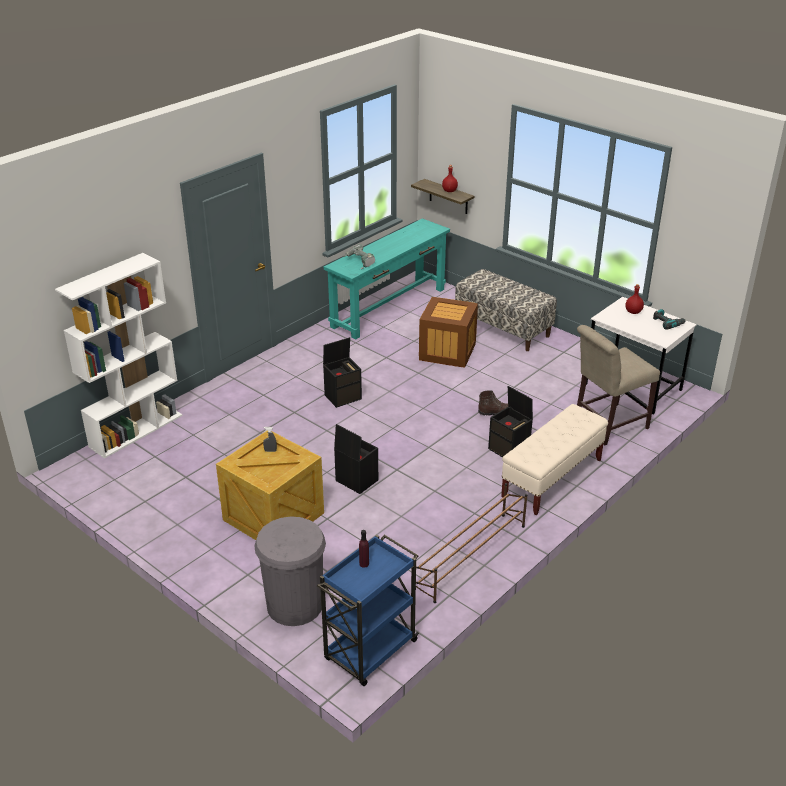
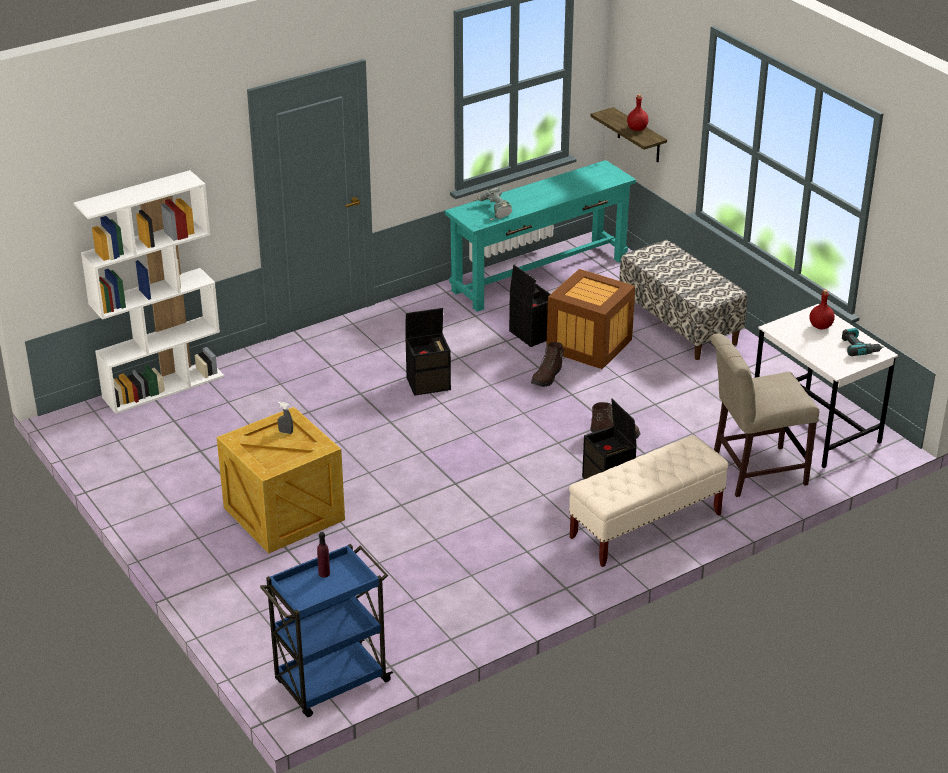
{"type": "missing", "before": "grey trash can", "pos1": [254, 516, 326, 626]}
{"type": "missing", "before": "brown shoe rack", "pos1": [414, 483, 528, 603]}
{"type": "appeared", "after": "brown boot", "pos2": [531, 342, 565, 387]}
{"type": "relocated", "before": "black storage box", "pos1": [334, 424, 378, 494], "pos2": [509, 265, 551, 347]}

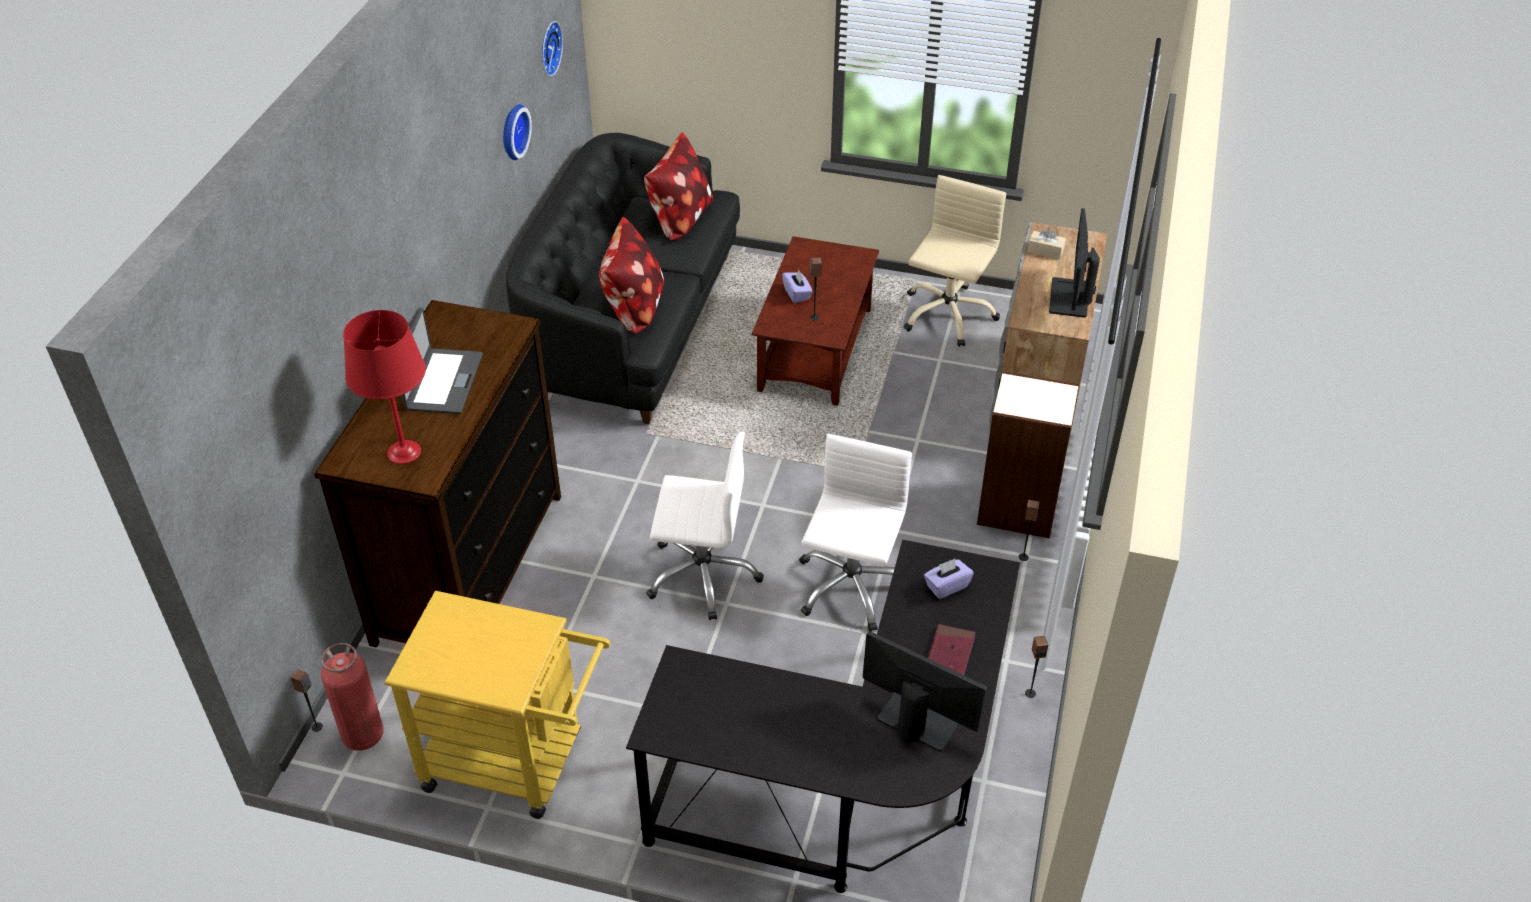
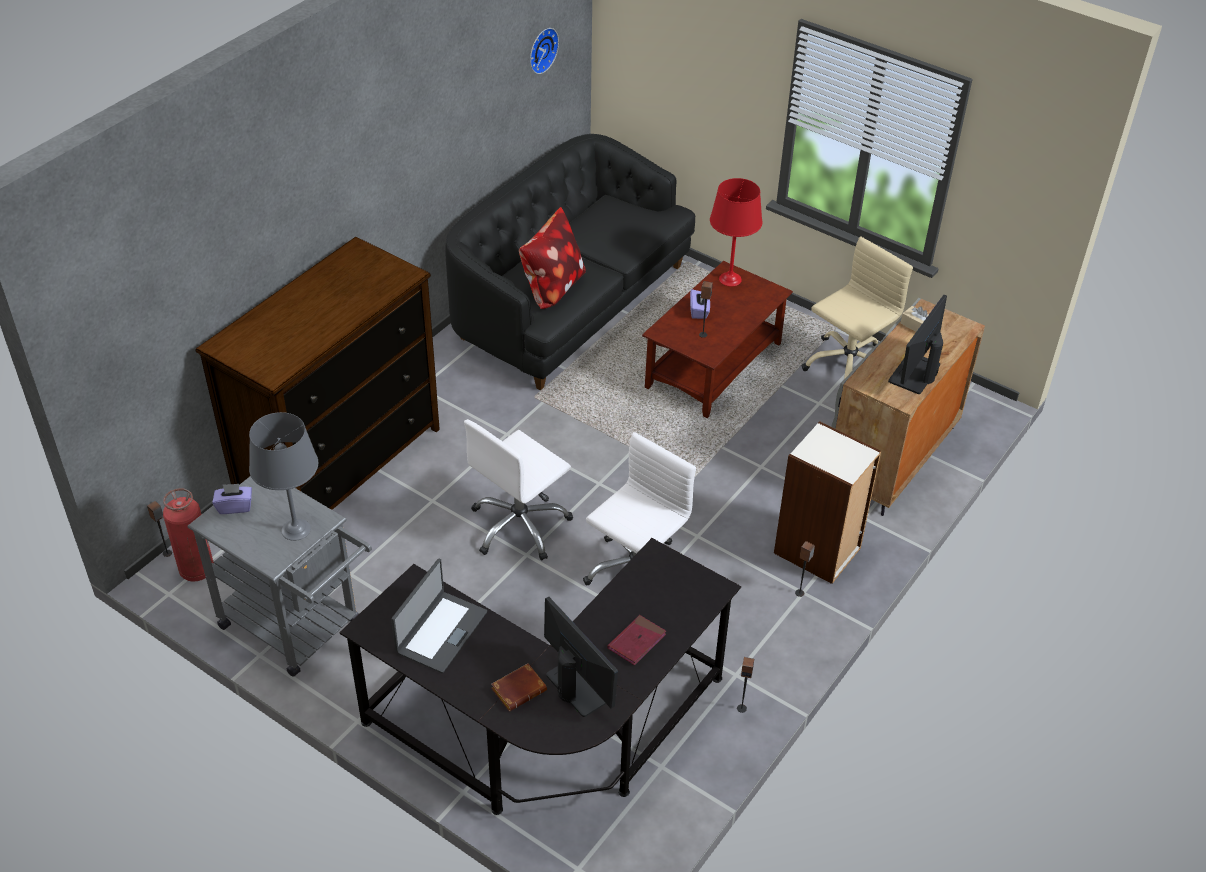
{"type": "missing", "before": "wall clock", "pos1": [503, 104, 532, 160]}
{"type": "missing", "before": "pillow", "pos1": [644, 132, 713, 240]}
{"type": "appeared", "after": "grey table lamp", "pos2": [249, 412, 318, 541]}
{"type": "appeared", "after": "brown book", "pos2": [491, 663, 547, 711]}
{"type": "relocated", "before": "red table lamp", "pos1": [343, 310, 426, 464], "pos2": [710, 178, 762, 287]}
{"type": "relocated", "before": "laptop", "pos1": [401, 308, 483, 414], "pos2": [391, 559, 487, 673]}
{"type": "relocated", "before": "purple tissue box", "pos1": [924, 558, 974, 599], "pos2": [212, 484, 252, 514]}
{"type": "colour", "before": "yellow cart", "after": "grey cart", "pos1": [384, 591, 610, 819], "pos2": [187, 476, 372, 677]}
{"type": "spun", "before": "white office chair", "pos1": [646, 431, 764, 620], "pos2": [464, 419, 573, 561], "turn": 105}

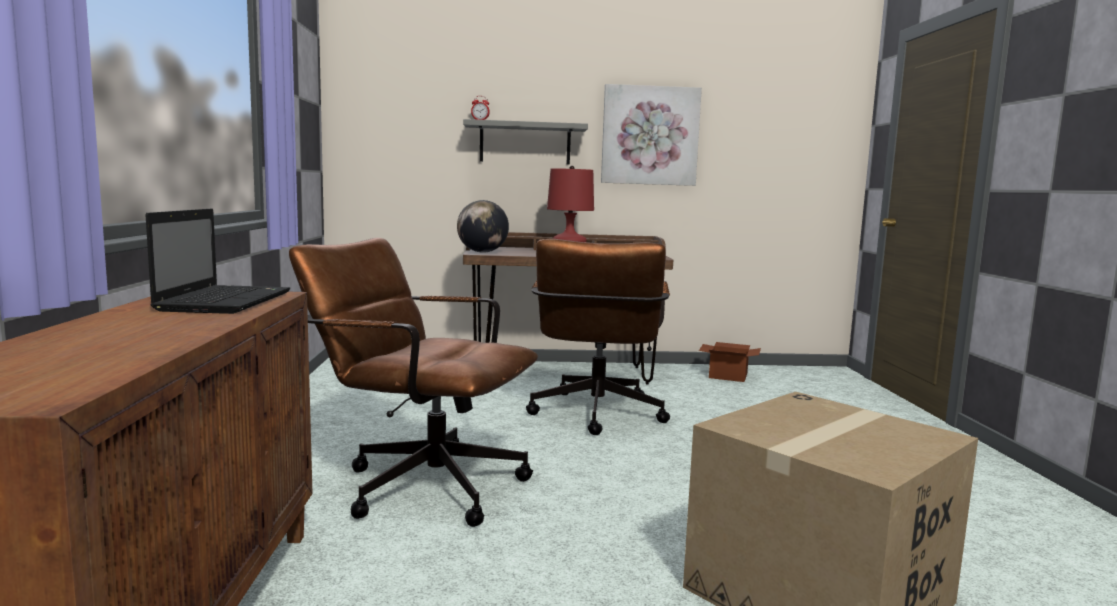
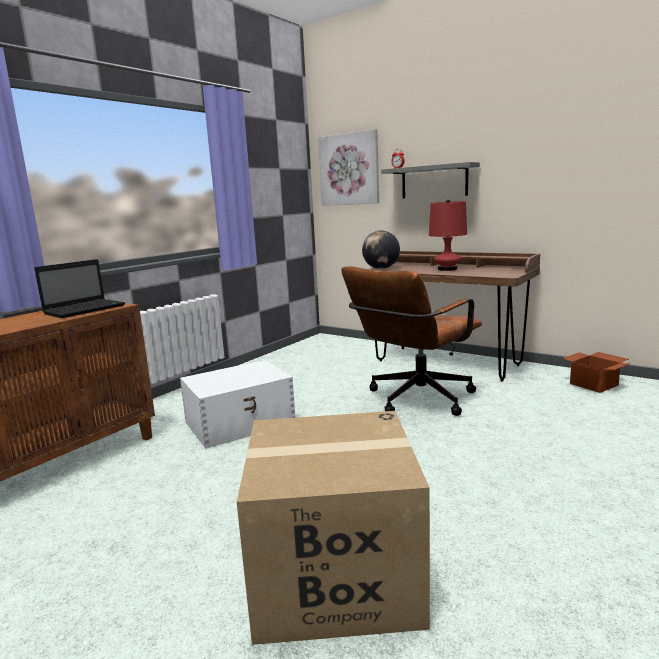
{"type": "relocated", "before": "picture", "pos1": [601, 84, 702, 186], "pos2": [318, 129, 379, 206]}
{"type": "exchanged", "before": "brown office chair", "after": "white storage box", "pos1": [289, 238, 538, 527], "pos2": [180, 360, 295, 449]}

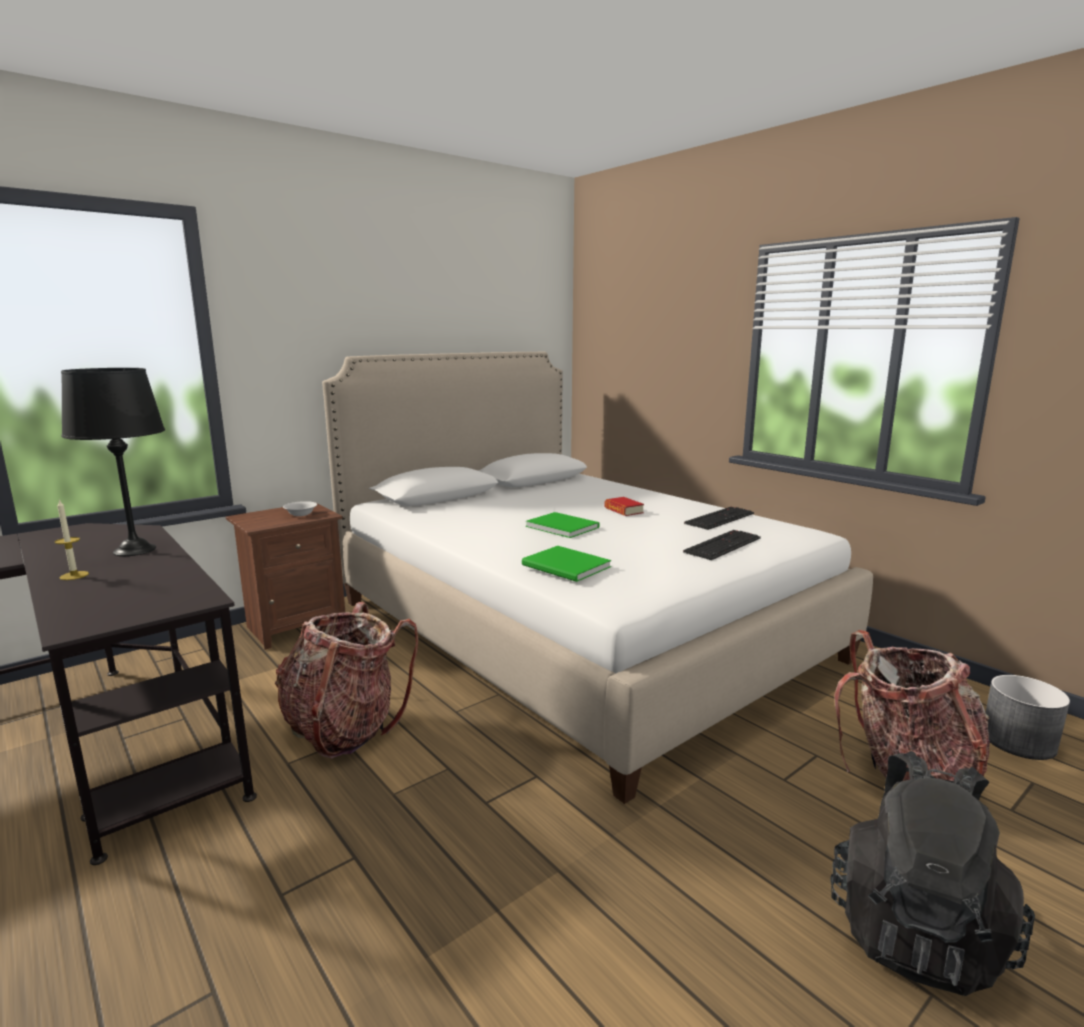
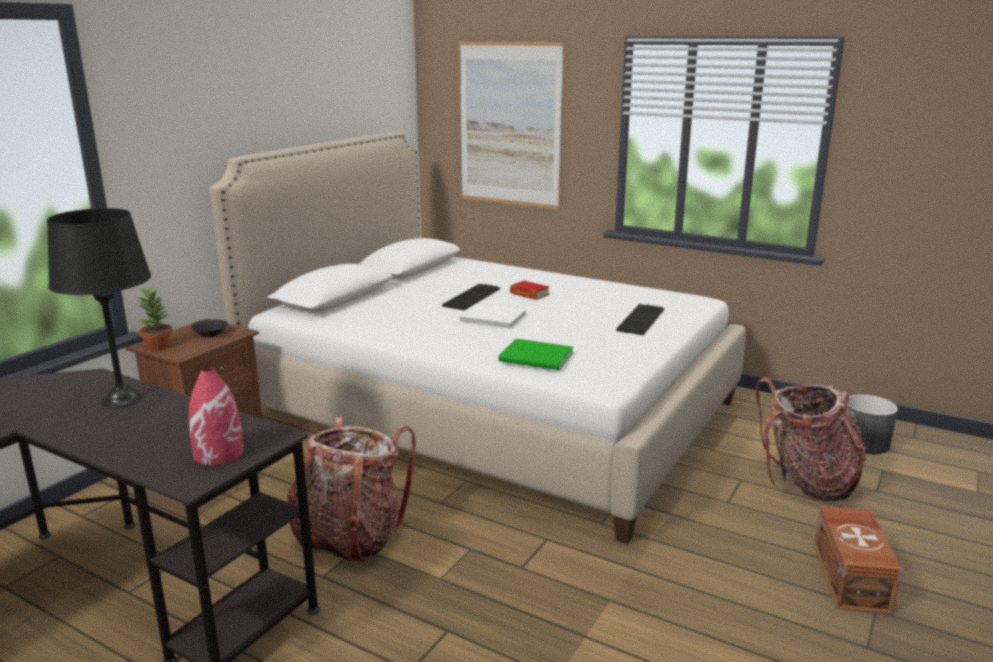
{"type": "missing", "before": "candle", "pos1": [55, 499, 89, 580]}
{"type": "appeared", "after": "potted plant", "pos2": [137, 286, 172, 351]}
{"type": "appeared", "after": "red vase", "pos2": [189, 367, 244, 465]}
{"type": "appeared", "after": "picture", "pos2": [459, 41, 564, 209]}
{"type": "relocated", "before": "keyboard", "pos1": [684, 507, 754, 530], "pos2": [442, 284, 500, 310]}
{"type": "exchanged", "before": "black backpack", "after": "brown storage box", "pos1": [830, 751, 1035, 996], "pos2": [814, 505, 902, 615]}
{"type": "colour", "before": "white bowl", "after": "black bowl", "pos1": [283, 501, 317, 516], "pos2": [191, 319, 228, 337]}
{"type": "colour", "before": "green book", "after": "white book", "pos1": [526, 512, 600, 538], "pos2": [459, 304, 526, 329]}

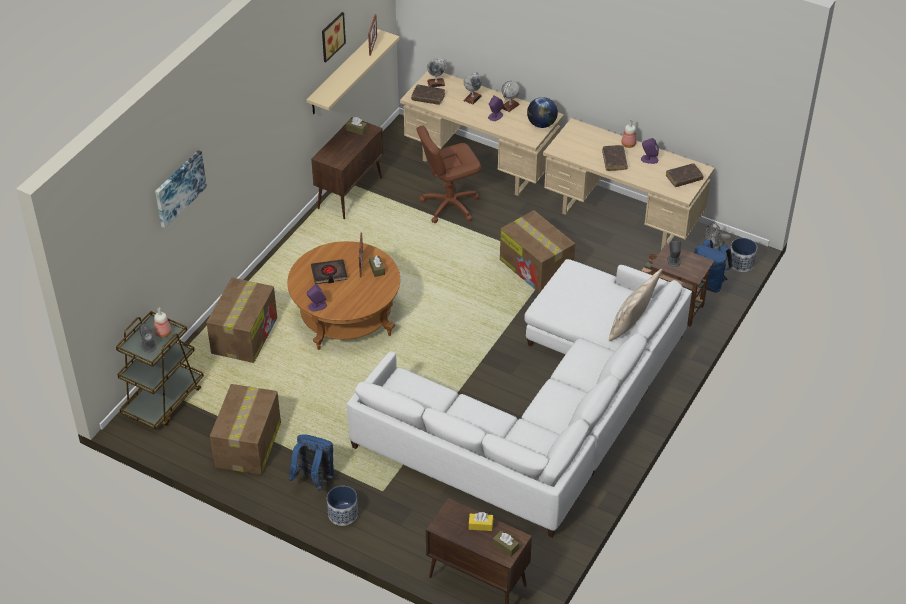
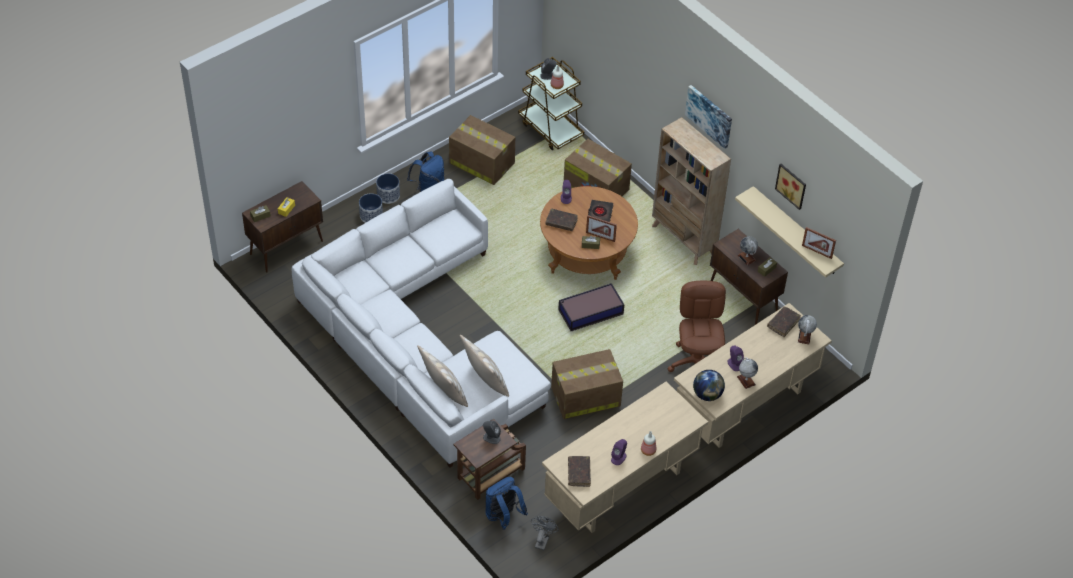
{"type": "appeared", "after": "beige pillow", "pos2": [460, 335, 509, 397]}
{"type": "appeared", "after": "storage box", "pos2": [558, 283, 624, 331]}
{"type": "appeared", "after": "beige bookcase", "pos2": [652, 117, 731, 265]}
{"type": "relocated", "before": "picture", "pos1": [155, 150, 207, 228], "pos2": [685, 85, 732, 149]}
{"type": "relocated", "before": "globe", "pos1": [463, 72, 482, 104], "pos2": [737, 236, 758, 265]}
{"type": "relocated", "before": "brown book", "pos1": [602, 145, 628, 171], "pos2": [546, 209, 578, 231]}
{"type": "relocated", "before": "planter", "pos1": [730, 238, 757, 272], "pos2": [359, 193, 383, 223]}

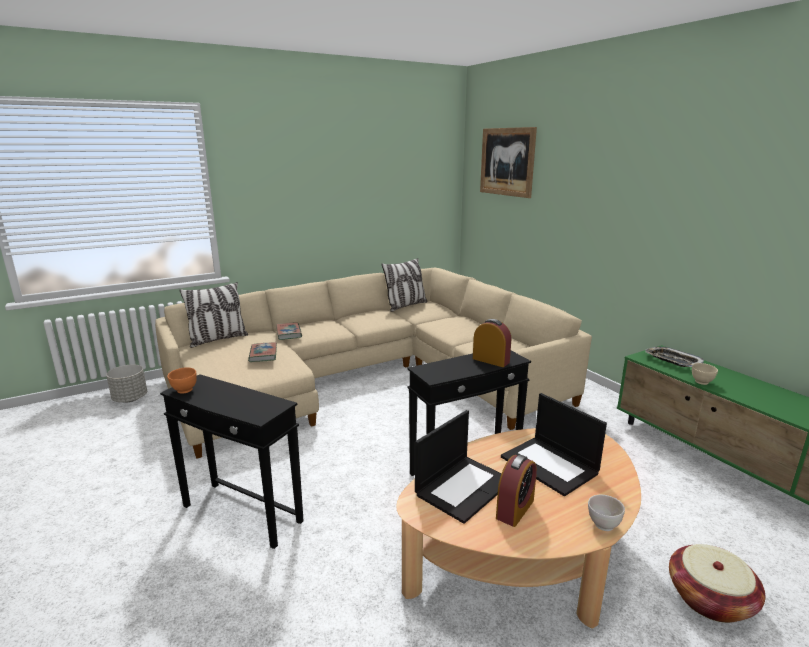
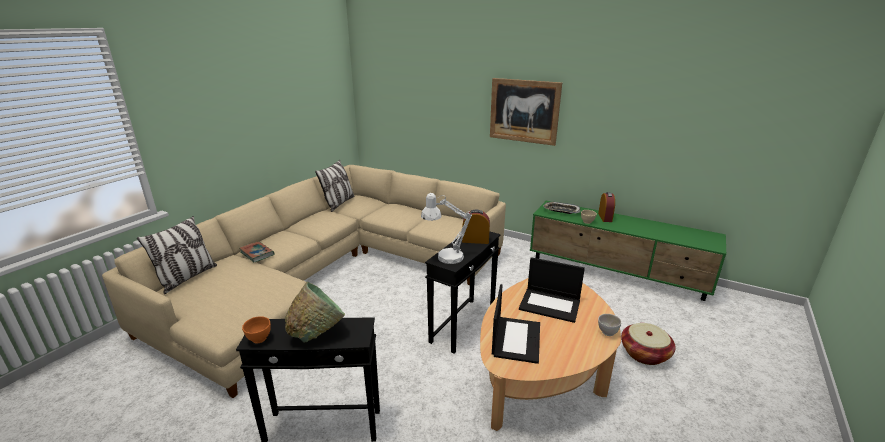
{"type": "missing", "before": "grey planter", "pos1": [106, 365, 147, 403]}
{"type": "missing", "before": "book", "pos1": [248, 342, 277, 362]}
{"type": "appeared", "after": "green bowl", "pos2": [285, 281, 345, 343]}
{"type": "appeared", "after": "white table lamp", "pos2": [421, 193, 472, 264]}
{"type": "relocated", "before": "picture", "pos1": [480, 127, 537, 198], "pos2": [490, 78, 562, 146]}
{"type": "relocated", "before": "alarm clock", "pos1": [496, 455, 537, 527], "pos2": [598, 192, 615, 222]}

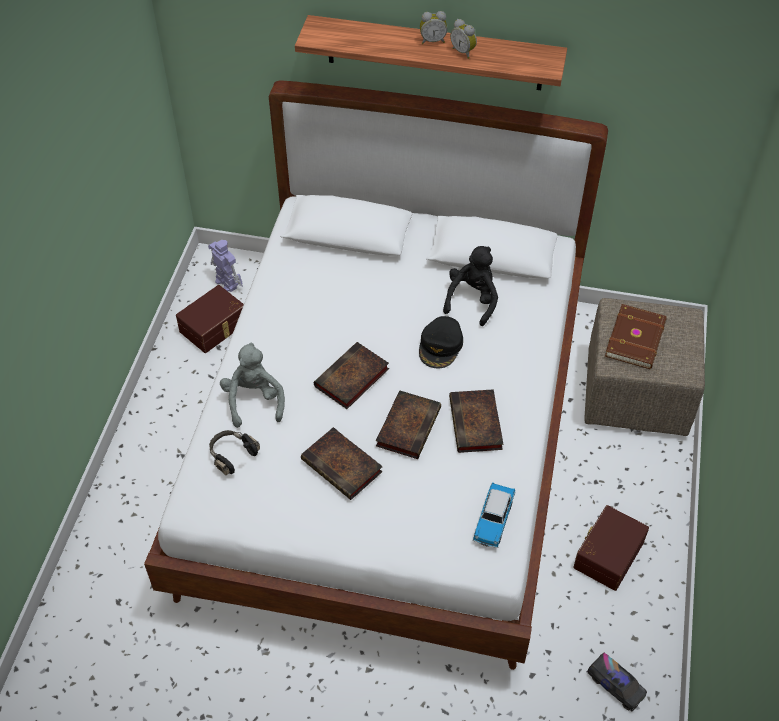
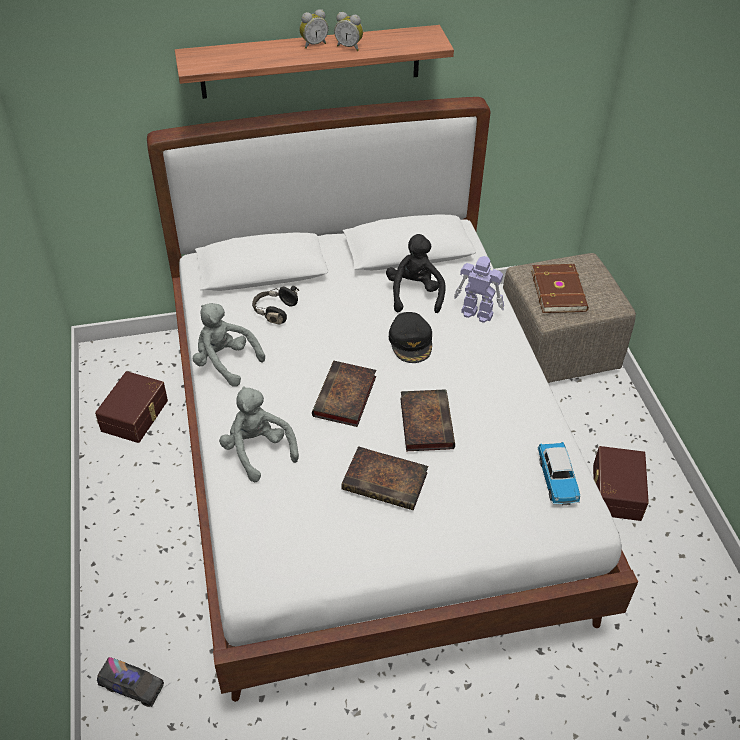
{"type": "missing", "before": "book", "pos1": [449, 389, 503, 453]}
{"type": "appeared", "after": "grey plush toy", "pos2": [192, 303, 265, 387]}
{"type": "relocated", "before": "toy robot", "pos1": [208, 240, 243, 292], "pos2": [454, 256, 504, 323]}
{"type": "relocated", "before": "black headphones", "pos1": [209, 430, 260, 475], "pos2": [252, 286, 300, 325]}
{"type": "relocated", "before": "toy truck", "pos1": [587, 653, 647, 711], "pos2": [97, 657, 164, 707]}

